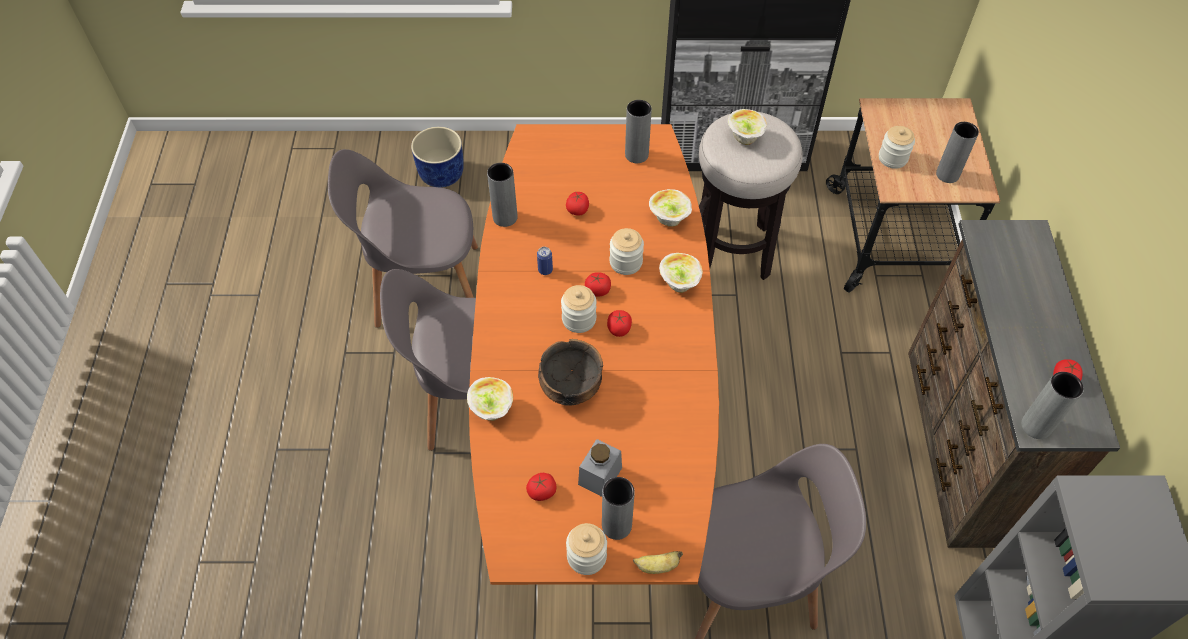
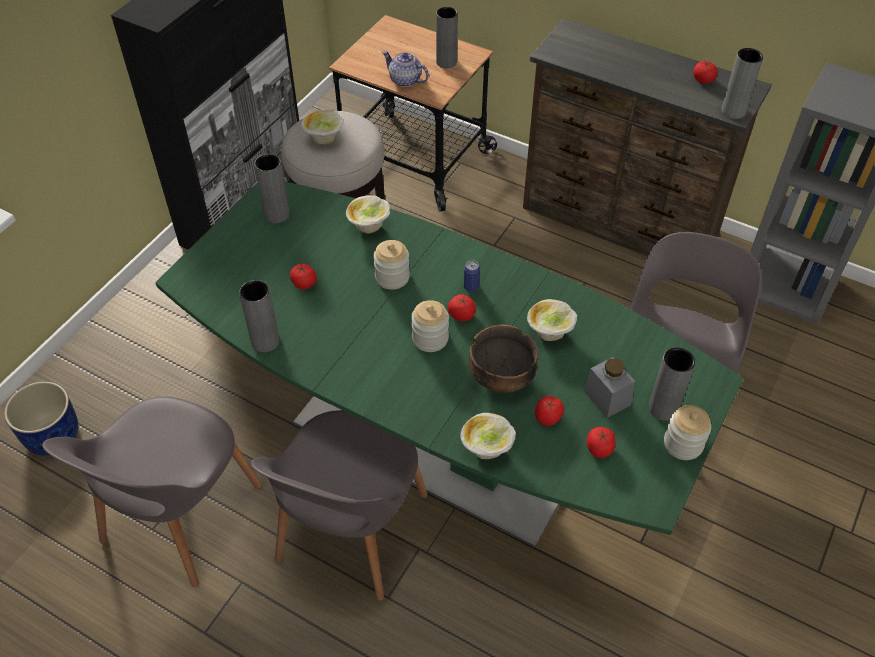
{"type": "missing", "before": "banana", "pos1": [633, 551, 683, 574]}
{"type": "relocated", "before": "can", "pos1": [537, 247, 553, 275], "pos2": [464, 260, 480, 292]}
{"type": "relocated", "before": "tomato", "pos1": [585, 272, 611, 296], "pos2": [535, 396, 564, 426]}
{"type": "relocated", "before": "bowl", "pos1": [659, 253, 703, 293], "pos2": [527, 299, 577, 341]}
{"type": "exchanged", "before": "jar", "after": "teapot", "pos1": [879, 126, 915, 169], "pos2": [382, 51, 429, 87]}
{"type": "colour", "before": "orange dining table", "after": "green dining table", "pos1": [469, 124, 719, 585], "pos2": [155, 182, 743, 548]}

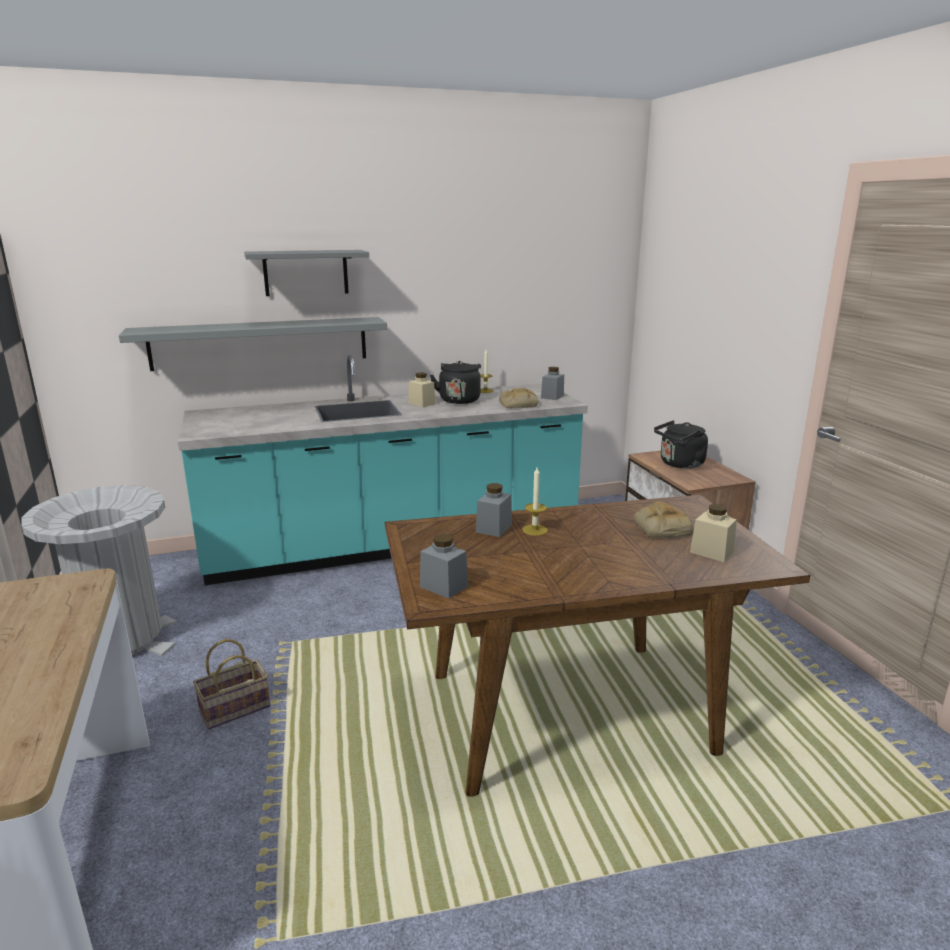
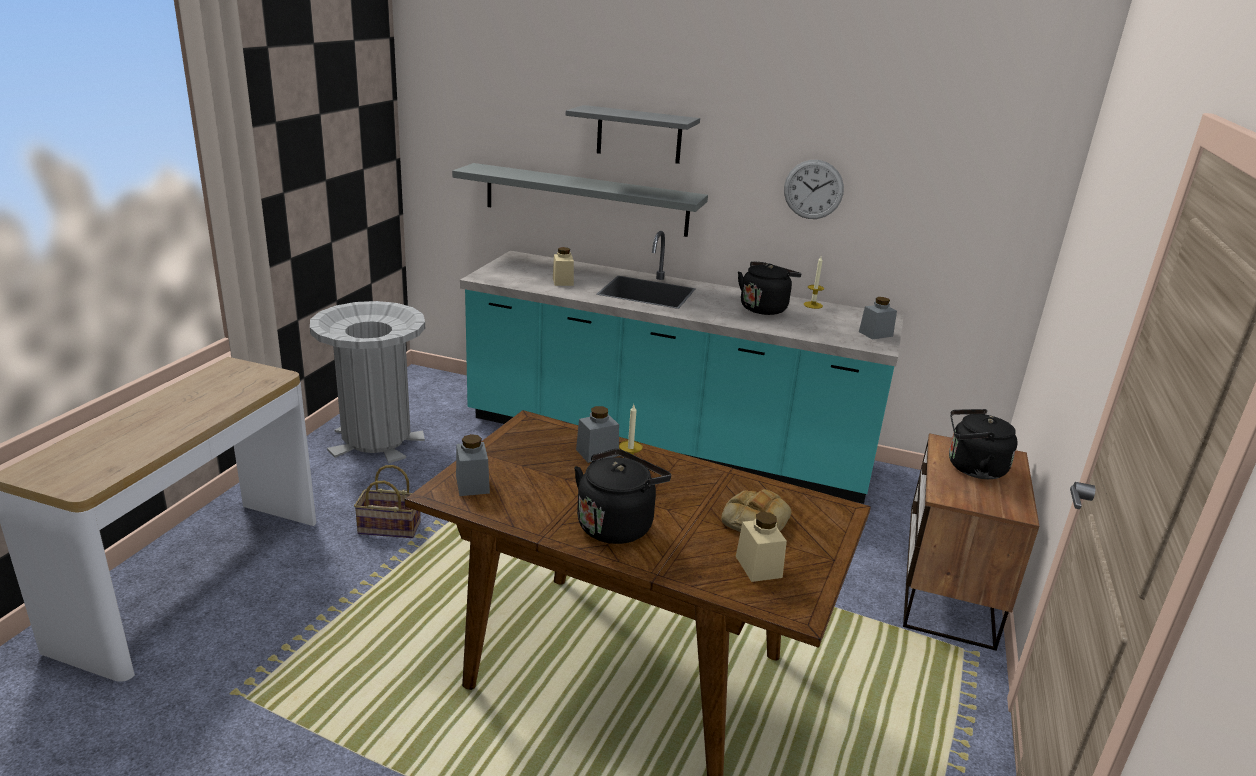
{"type": "missing", "before": "bread", "pos1": [499, 388, 539, 408]}
{"type": "appeared", "after": "black kettle", "pos2": [574, 449, 671, 544]}
{"type": "appeared", "after": "wall clock", "pos2": [784, 160, 844, 219]}
{"type": "relocated", "before": "beige jar", "pos1": [408, 372, 436, 407], "pos2": [553, 247, 574, 286]}

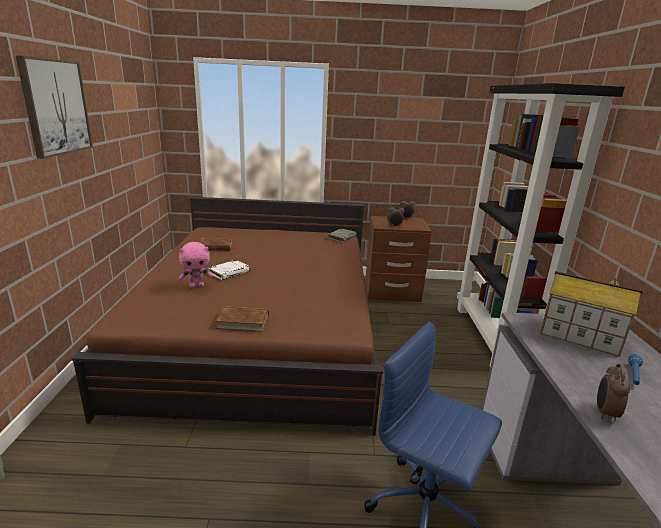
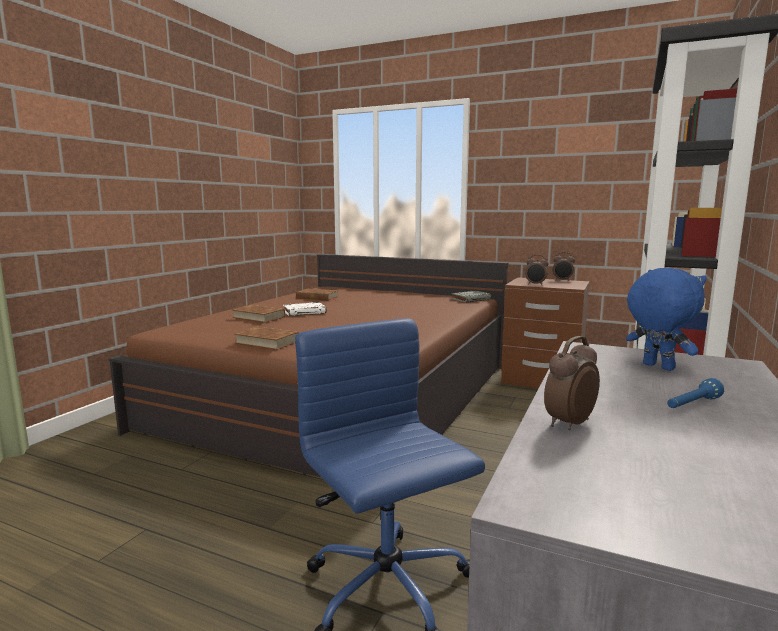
{"type": "missing", "before": "picture", "pos1": [16, 55, 93, 159]}
{"type": "exchanged", "before": "pink plush toy", "after": "brown book", "pos1": [179, 242, 213, 288], "pos2": [232, 305, 285, 323]}
{"type": "exchanged", "before": "toy house", "after": "blue plush toy", "pos1": [540, 271, 643, 357], "pos2": [626, 268, 707, 371]}

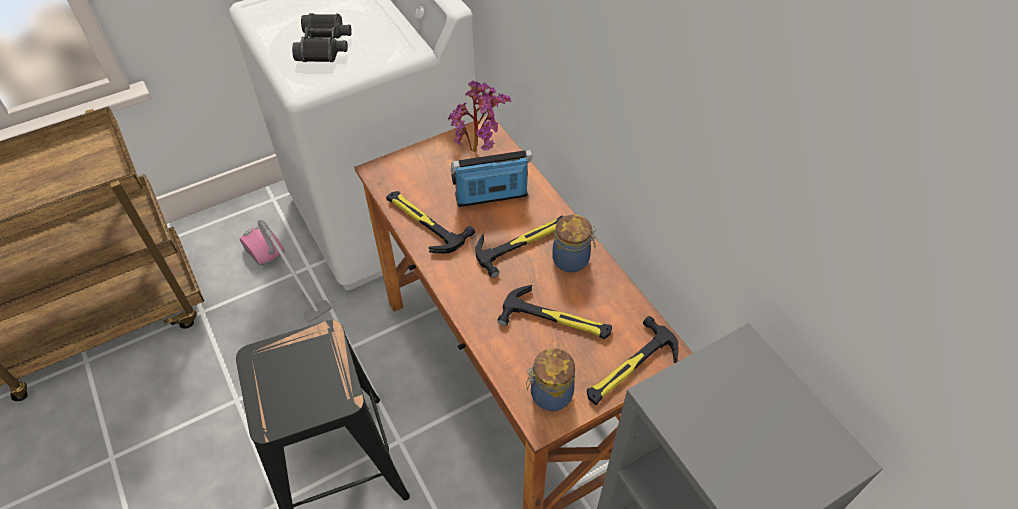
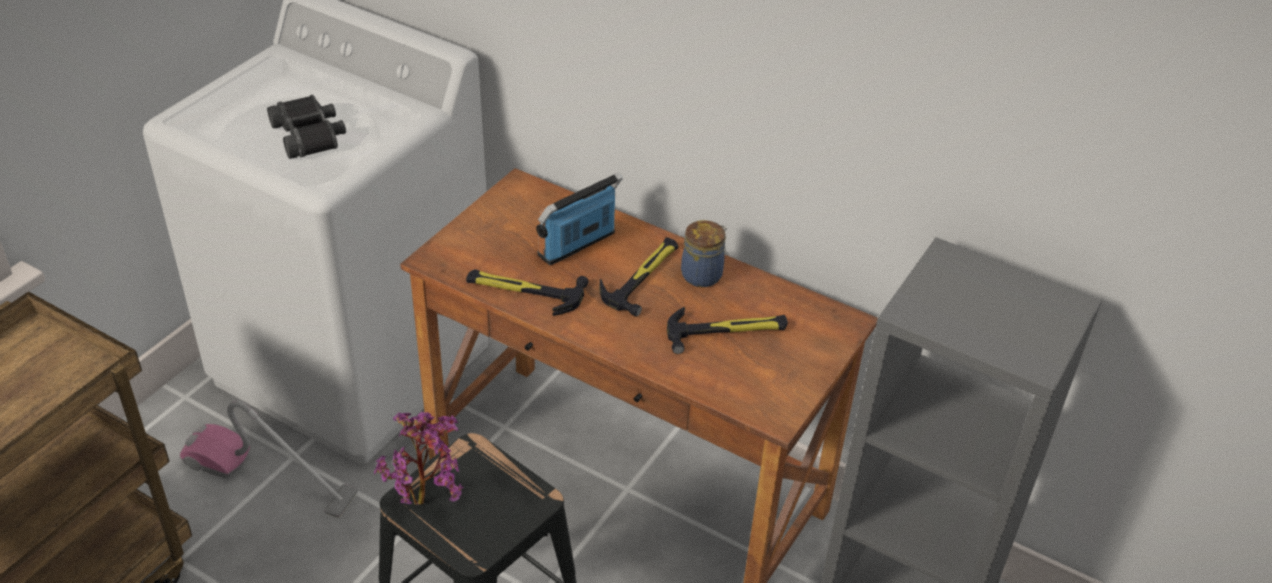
{"type": "missing", "before": "jar", "pos1": [526, 348, 575, 411]}
{"type": "missing", "before": "hammer", "pos1": [587, 316, 678, 405]}
{"type": "relocated", "before": "potted plant", "pos1": [448, 81, 511, 152], "pos2": [374, 412, 464, 505]}

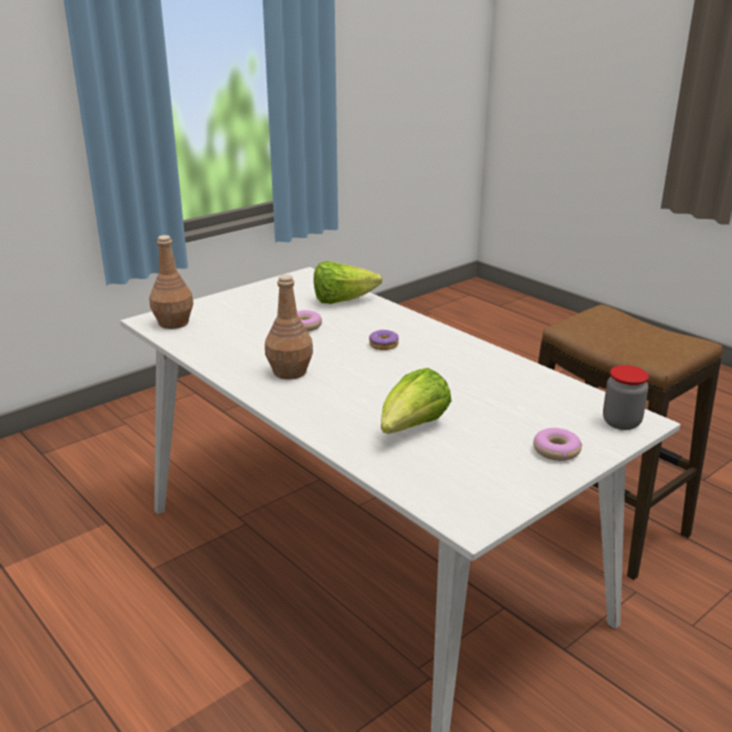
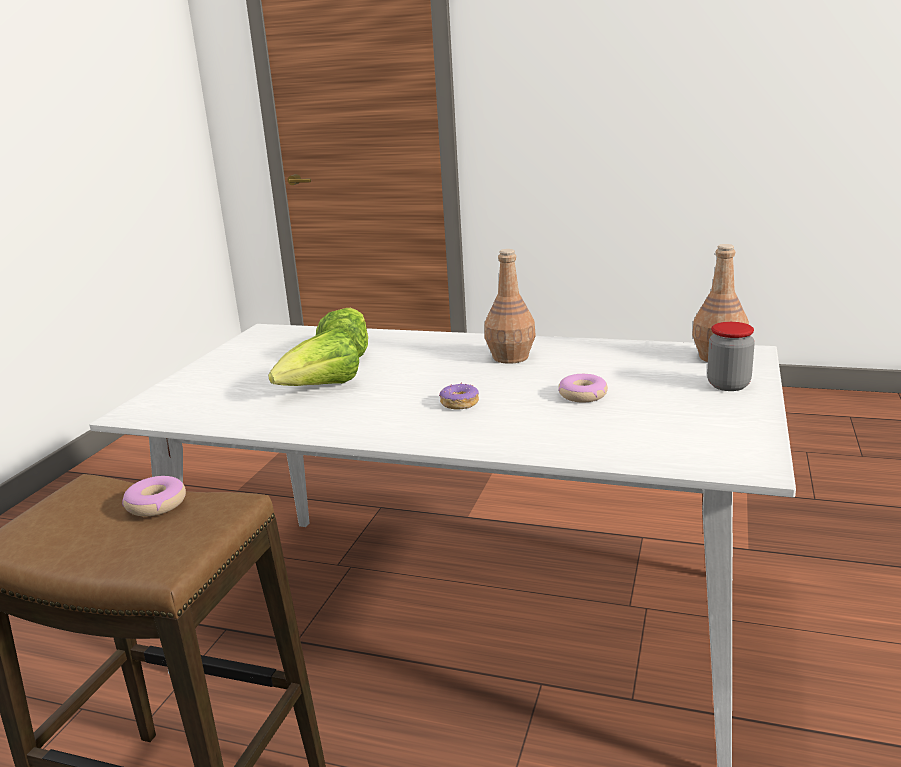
{"type": "relocated", "before": "lettuce", "pos1": [314, 261, 382, 304], "pos2": [268, 328, 359, 386]}
{"type": "relocated", "before": "donut", "pos1": [533, 428, 582, 461], "pos2": [122, 476, 186, 516]}
{"type": "relocated", "before": "jar", "pos1": [603, 365, 649, 430], "pos2": [707, 322, 755, 391]}

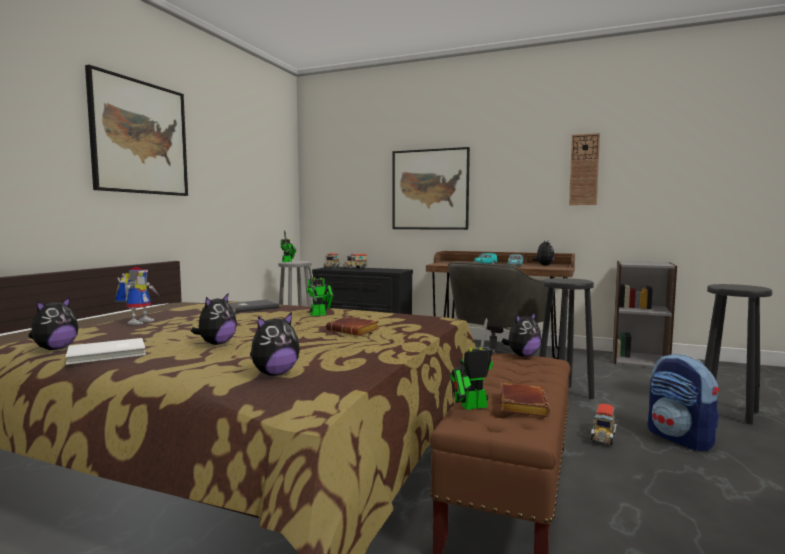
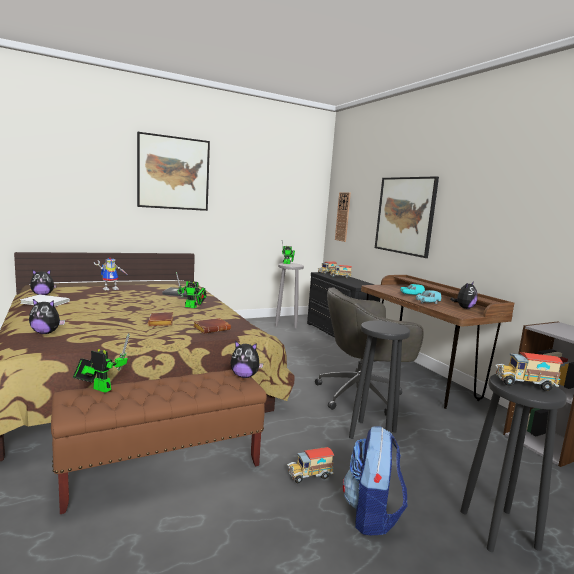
{"type": "missing", "before": "plush toy", "pos1": [191, 294, 237, 345]}
{"type": "appeared", "after": "toy truck", "pos2": [495, 352, 563, 391]}
{"type": "relocated", "before": "brown book", "pos1": [500, 382, 550, 417], "pos2": [193, 318, 231, 334]}
{"type": "relocated", "before": "wall clock", "pos1": [569, 133, 600, 205], "pos2": [335, 192, 351, 242]}

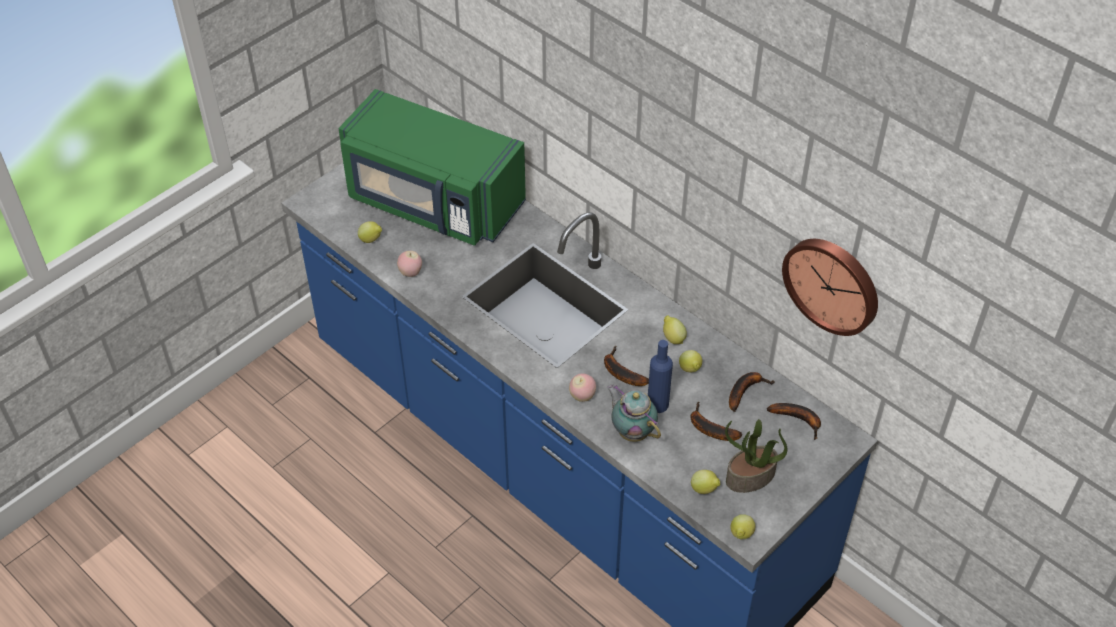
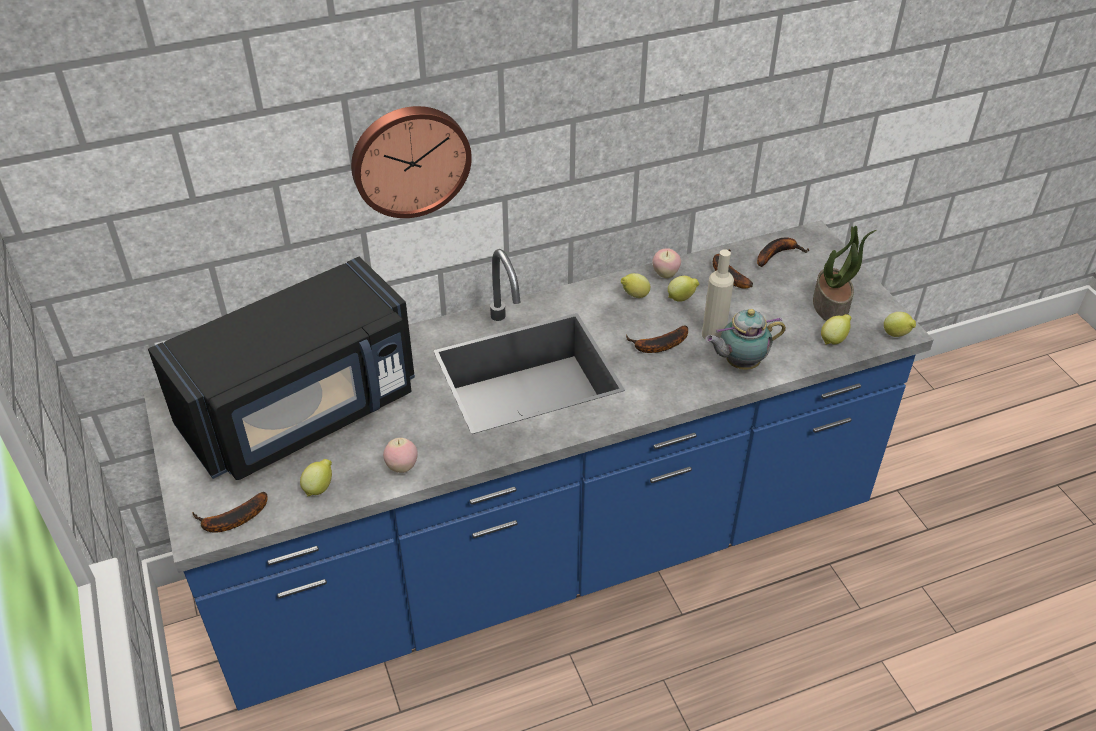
{"type": "relocated", "before": "apple", "pos1": [569, 373, 596, 402], "pos2": [652, 248, 681, 278]}
{"type": "relocated", "before": "banana", "pos1": [690, 401, 742, 441], "pos2": [192, 492, 268, 533]}
{"type": "relocated", "before": "wall clock", "pos1": [782, 239, 878, 336], "pos2": [351, 106, 472, 218]}
{"type": "colour", "before": "green microwave", "after": "black microwave", "pos1": [339, 89, 526, 246], "pos2": [148, 257, 415, 480]}
{"type": "colour", "before": "blue bottle", "after": "beige bottle", "pos1": [648, 340, 673, 413], "pos2": [702, 249, 734, 339]}

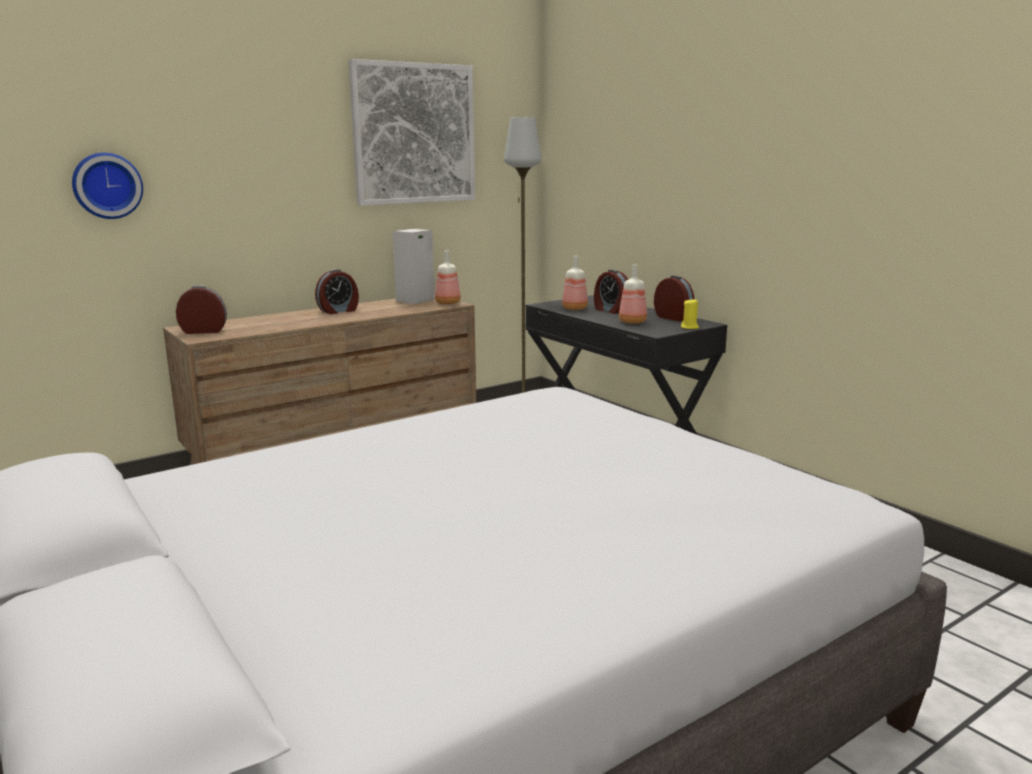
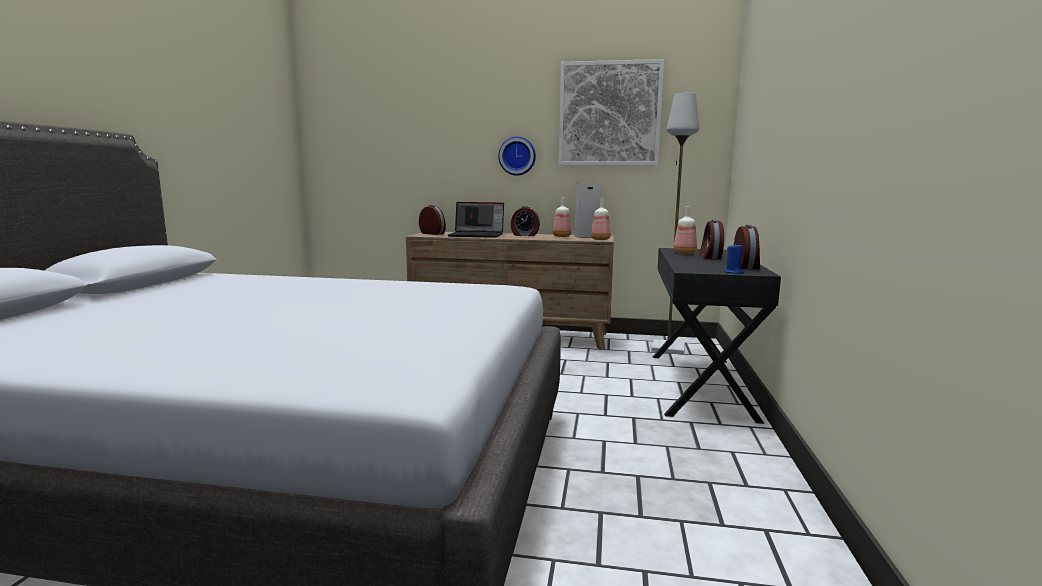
{"type": "appeared", "after": "laptop", "pos2": [448, 202, 504, 238]}
{"type": "relocated", "before": "wall clock", "pos1": [72, 153, 143, 219], "pos2": [498, 136, 536, 176]}
{"type": "relocated", "before": "bottle", "pos1": [619, 265, 647, 324], "pos2": [553, 197, 571, 237]}
{"type": "colour", "before": "yellow candle", "after": "blue candle", "pos1": [681, 298, 699, 329], "pos2": [724, 244, 744, 274]}

